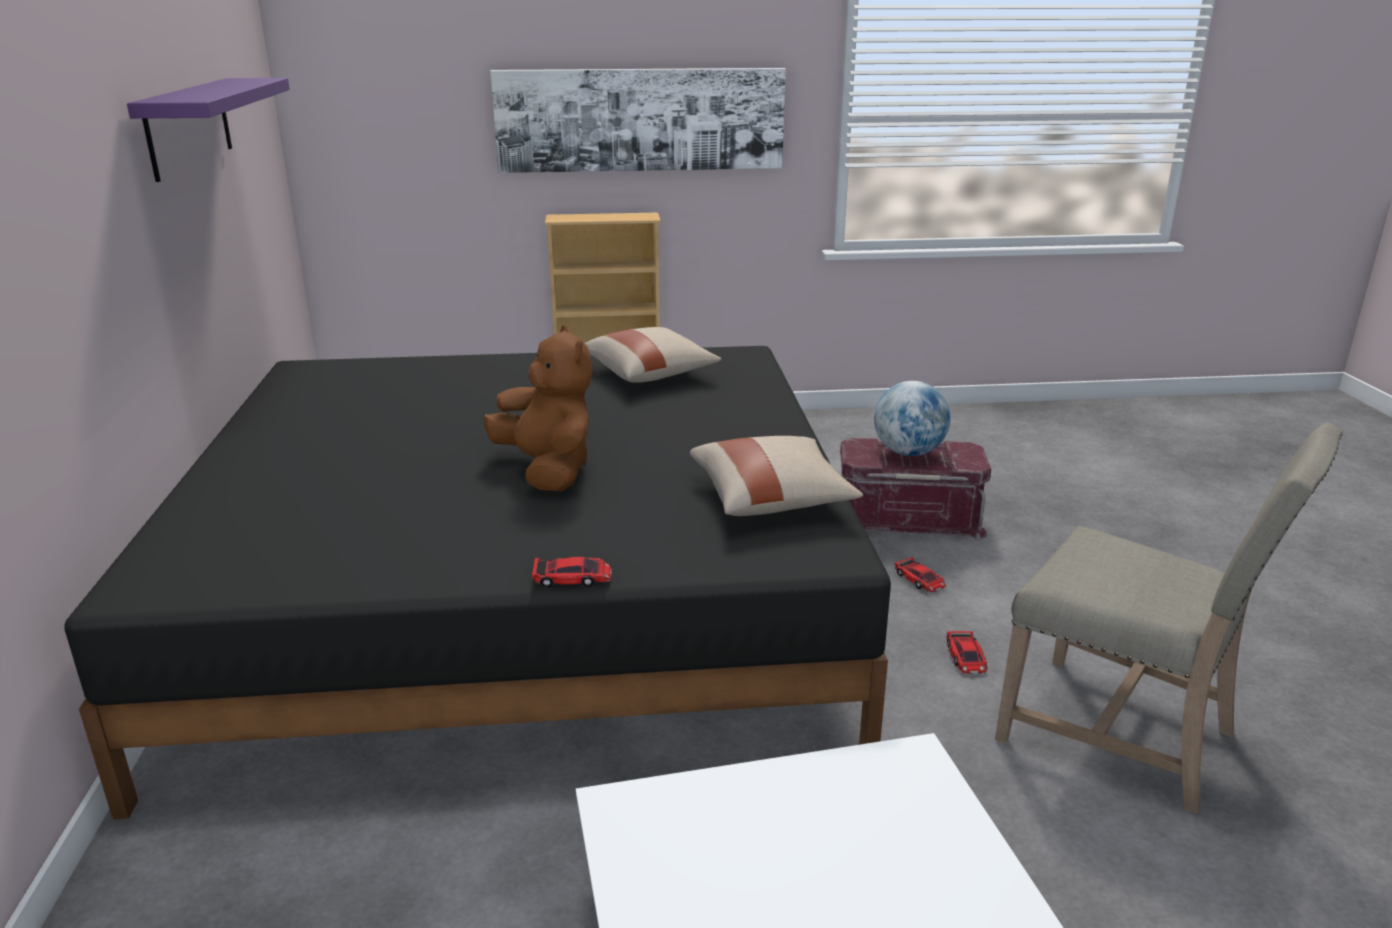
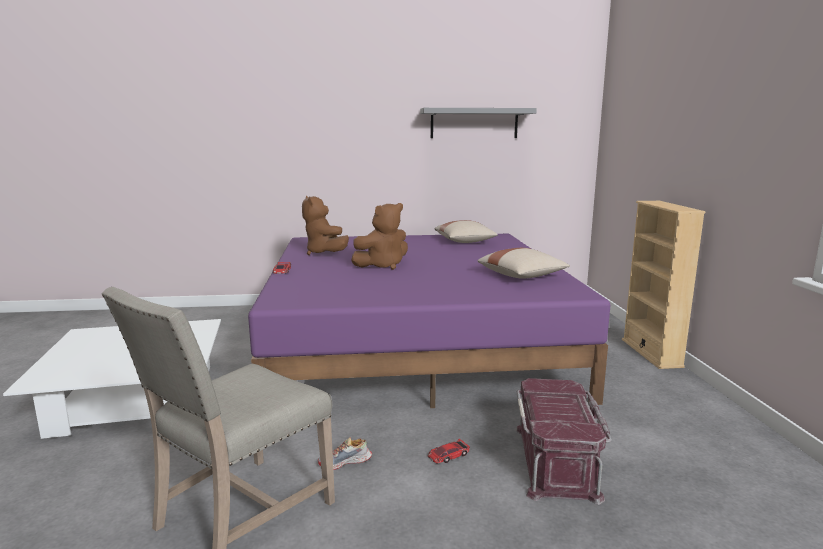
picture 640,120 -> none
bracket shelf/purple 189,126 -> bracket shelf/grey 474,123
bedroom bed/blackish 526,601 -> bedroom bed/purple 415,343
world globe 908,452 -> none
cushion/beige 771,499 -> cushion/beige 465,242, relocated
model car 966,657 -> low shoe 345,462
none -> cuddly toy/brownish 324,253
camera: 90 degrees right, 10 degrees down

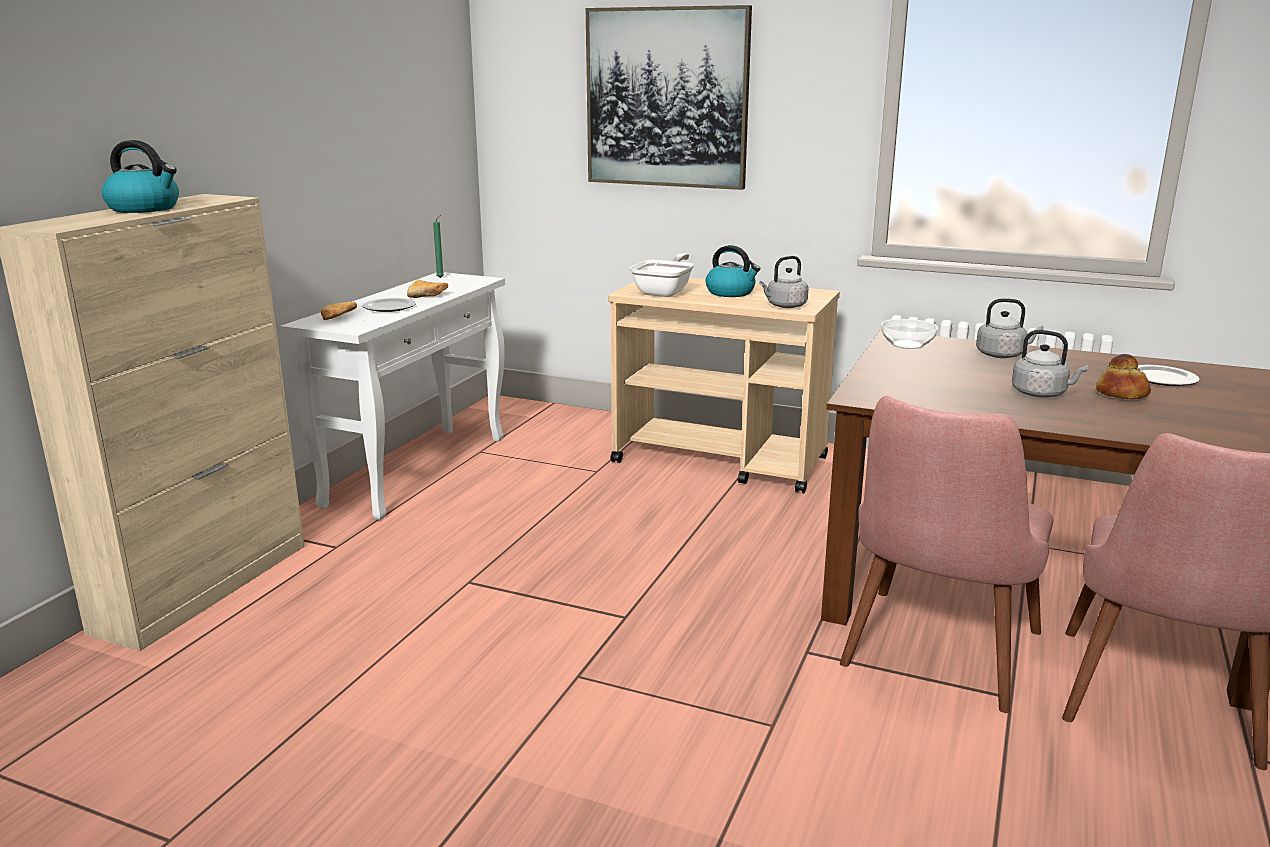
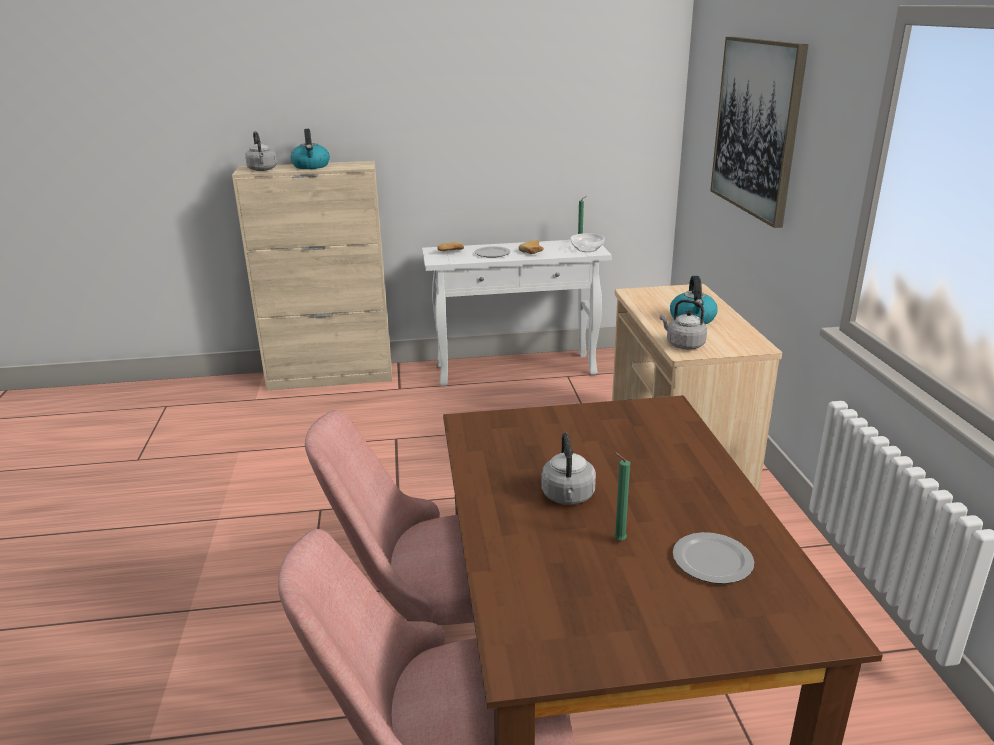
skillet 665,292 -> none
kettle/grey 1002,355 -> kettle/grey 262,170, relocated
deep dish 906,345 -> deep dish 587,249, relocated
bread 1121,394 -> candle/green-coloured 617,540
camera: 60 degrees right, 5 degrees up

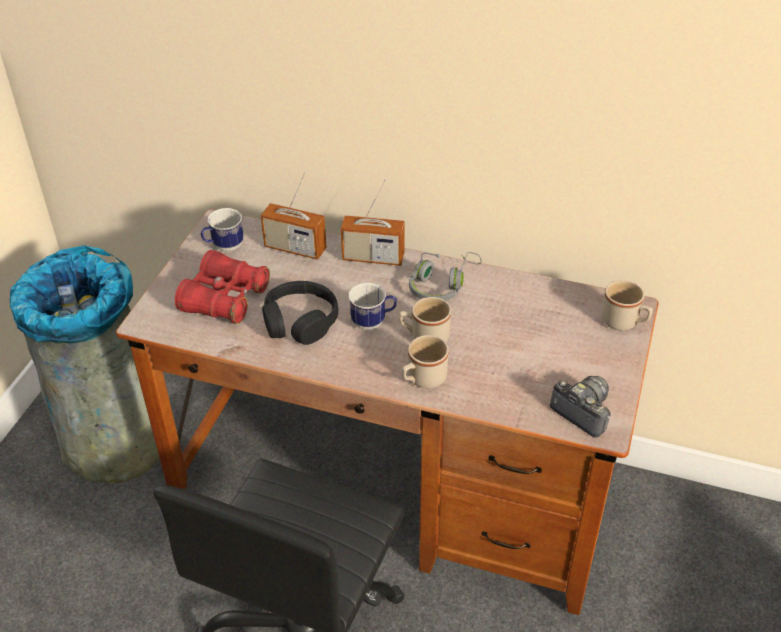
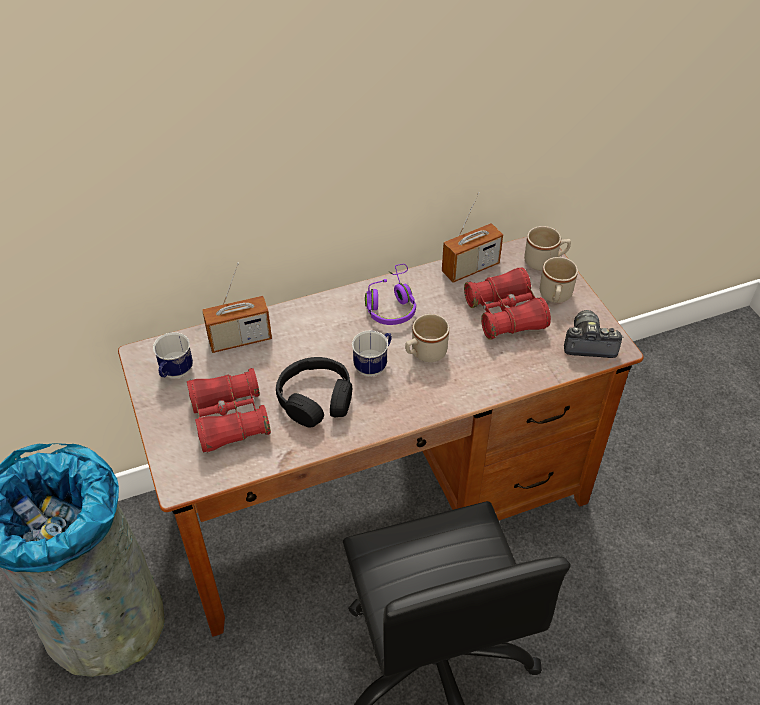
radio receiver 373,257 -> radio receiver 470,268, relocated
pair of headphones/grey 442,284 -> pair of headphones/purple 391,304
mug/beige 422,380 -> mug/beige 555,297, relocated
none -> pair of binoculars/red 505,314
camera: 40 degrees left, 5 degrees up

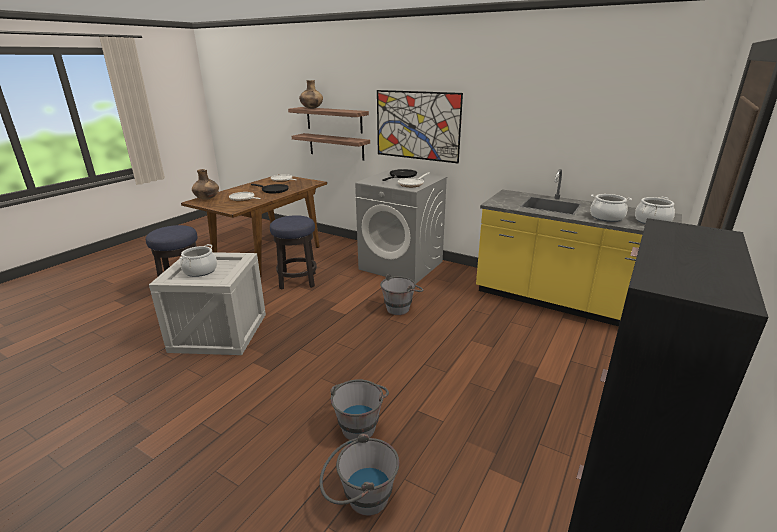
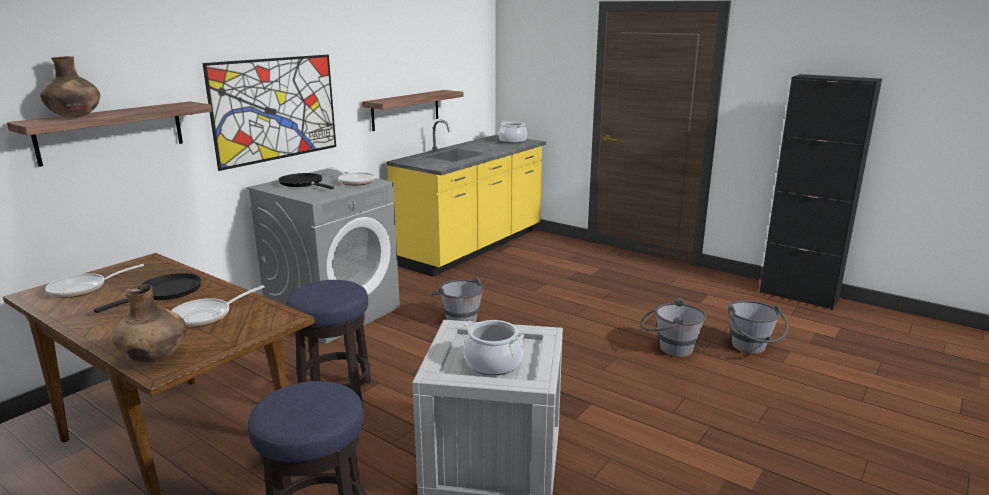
bracket shelf 336,146 -> bracket shelf 406,110, relocated
saucepot 606,217 -> none
camera: 85 degrees left, 5 degrees down

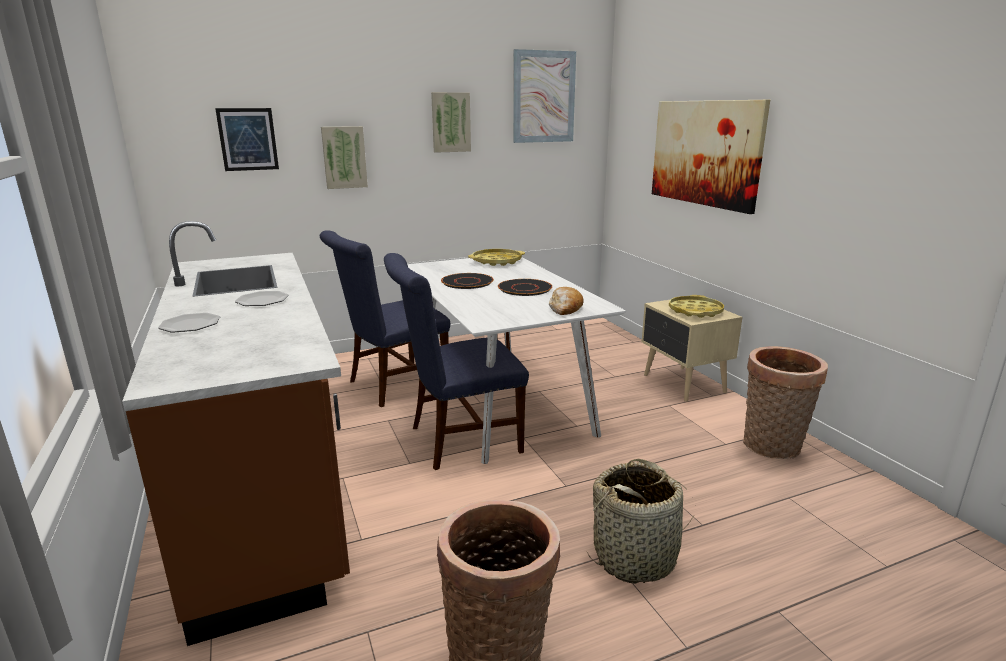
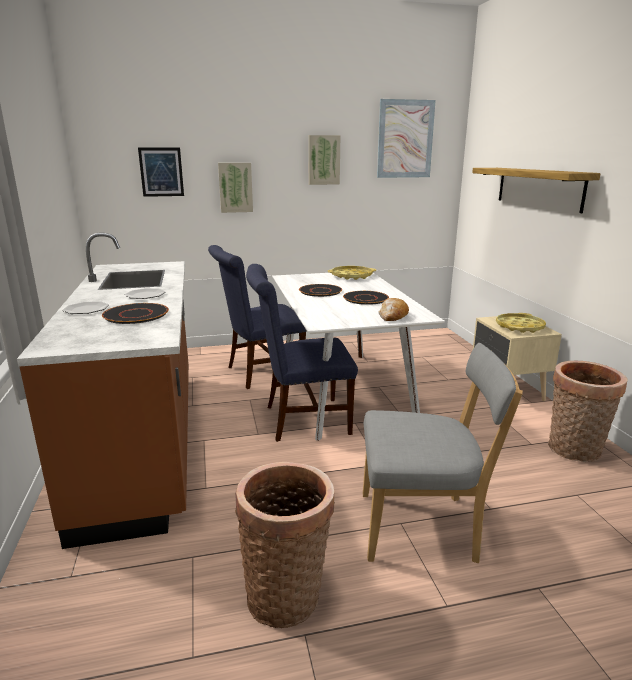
picture 705,153 -> bracket shelf 538,188
storage basket 635,557 -> chair/grey 423,527
none -> dinner plate/blackish 136,315
camera: 10 degrees right, 0 degrees up

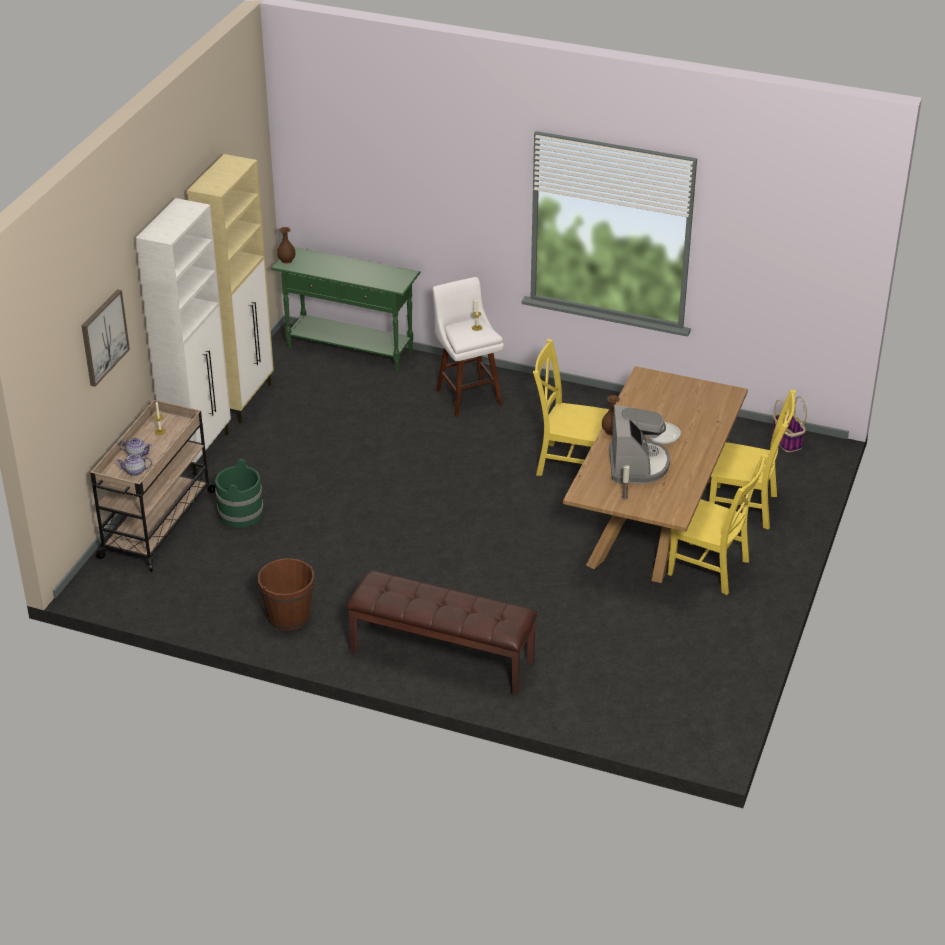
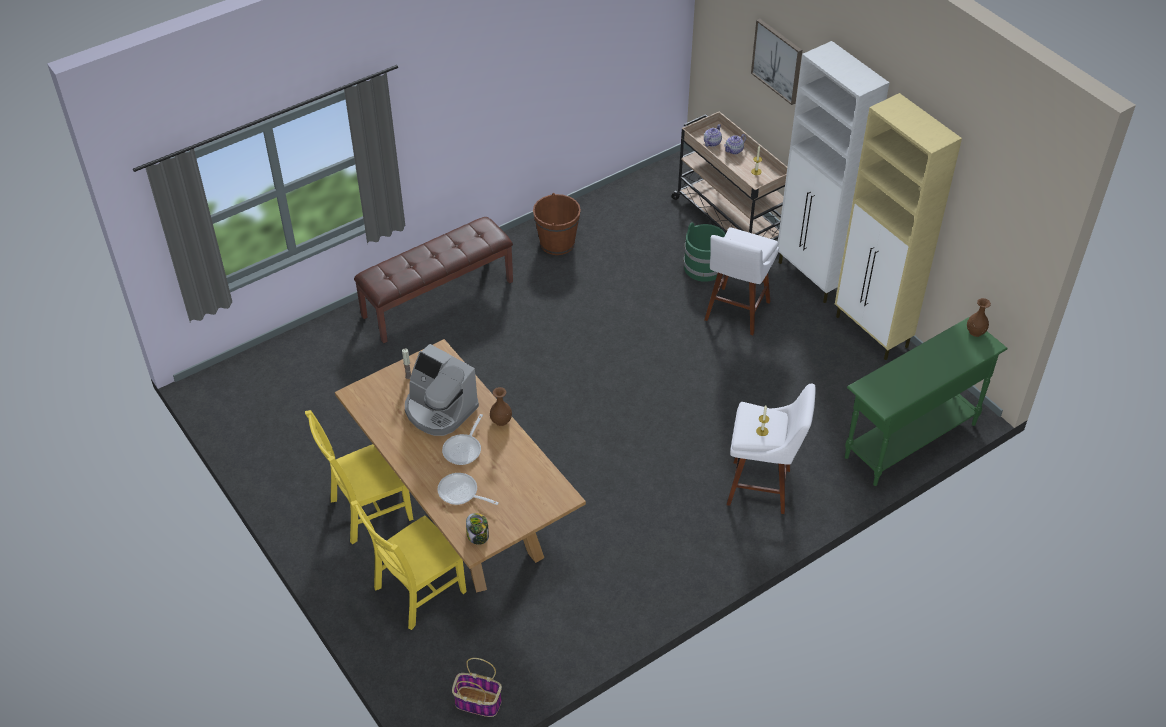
chair/yellowish 568,463 -> none
none -> stool/white-coloured 736,313
none -> skillet 461,493
none -> jar 478,536
camera: 125 degrees right, 10 degrees up

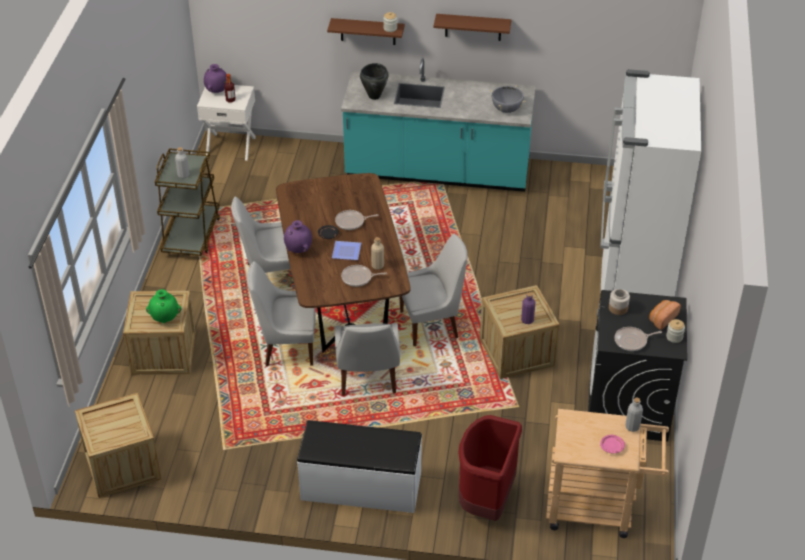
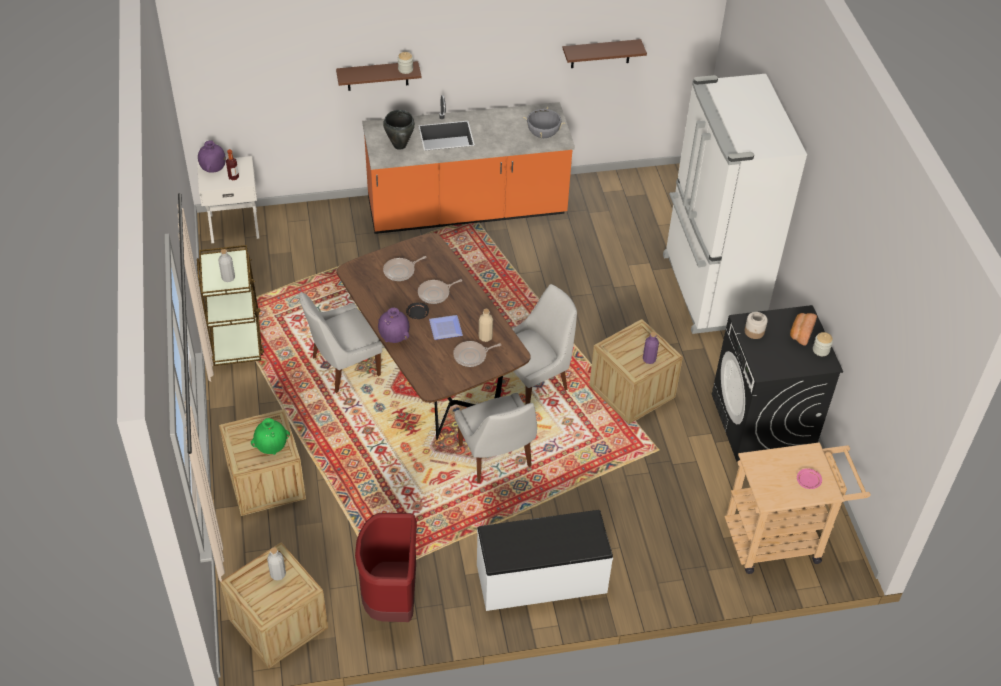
bracket shelf/brownish 473,27 -> bracket shelf/brownish 600,53, relocated
counter/turquoise-coloured 437,172 -> counter/orange 467,210
chair/white-coloured 287,347 -> none
skillet 632,341 -> skillet 401,271, relocated
drink bottle/grey 632,427 -> drink bottle/grey 278,574, relocated
trash can/red 486,500 -> trash can/red 391,599, relocated
camera: 20 degrees left, 5 degrees up

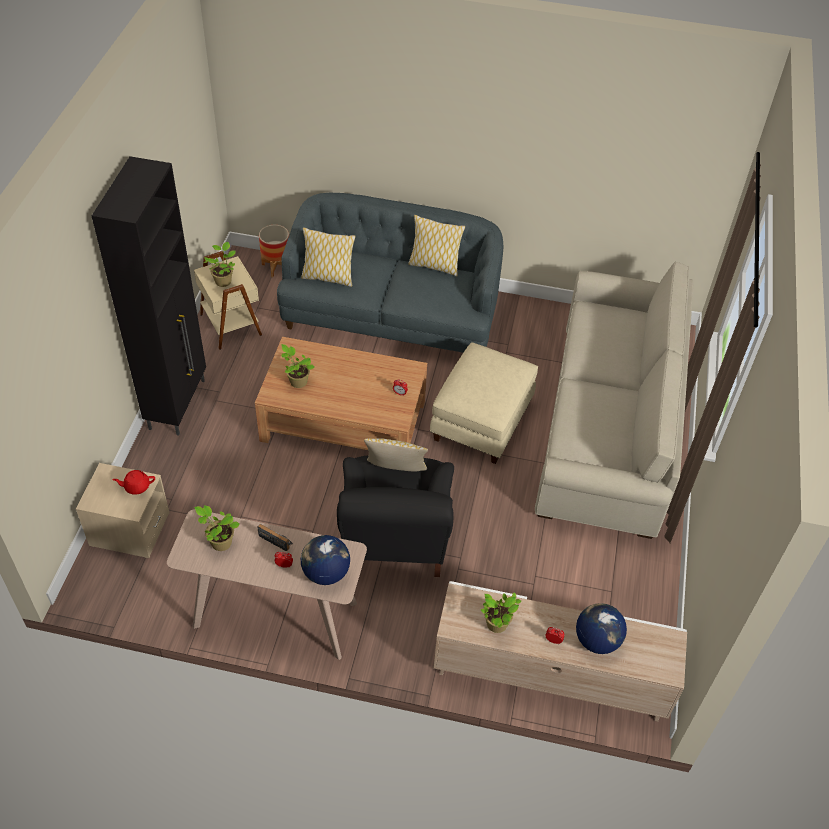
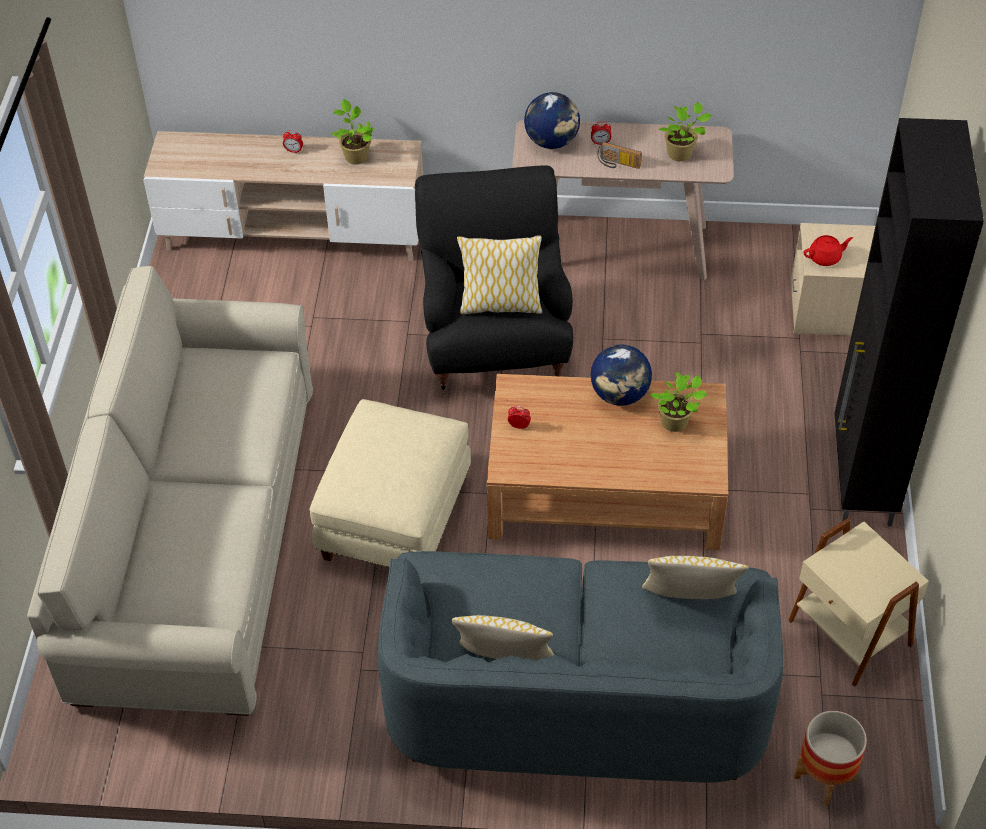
houseplant 223,280 -> none
world globe 597,640 -> world globe 620,395, relocated
camera: 175 degrees right, 0 degrees up

